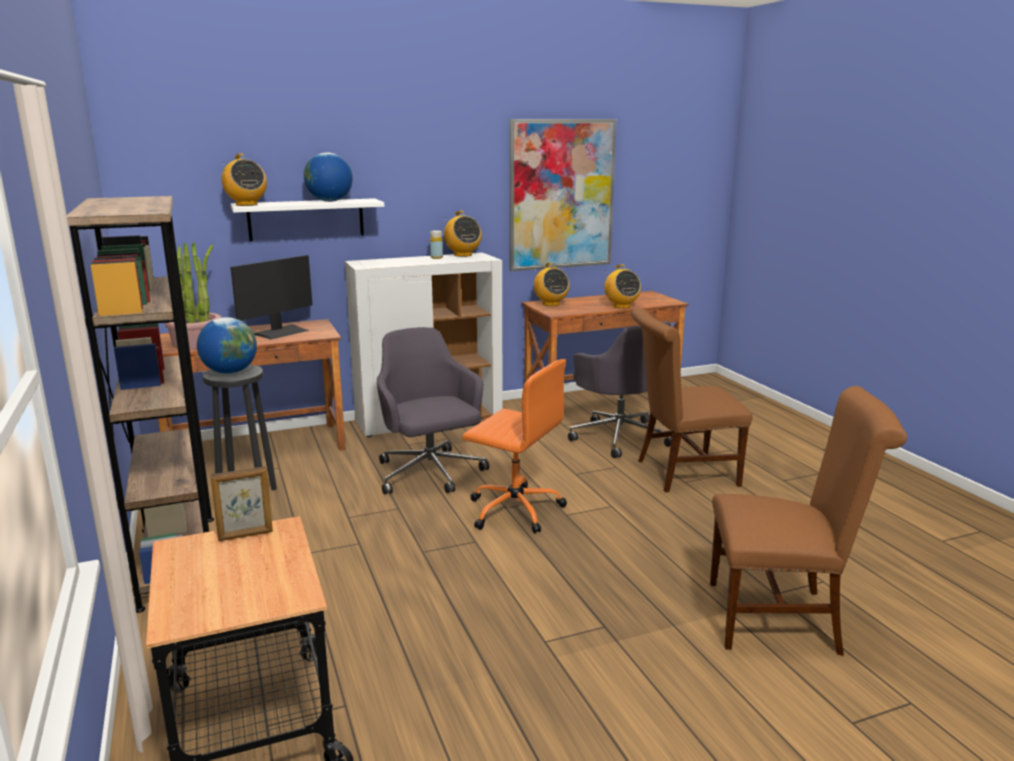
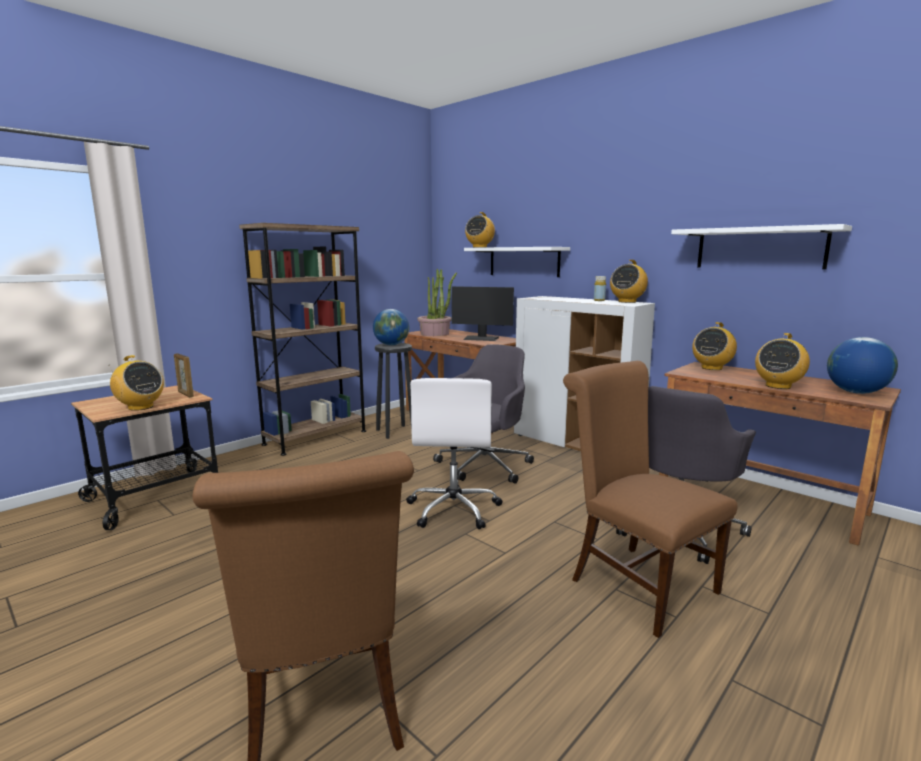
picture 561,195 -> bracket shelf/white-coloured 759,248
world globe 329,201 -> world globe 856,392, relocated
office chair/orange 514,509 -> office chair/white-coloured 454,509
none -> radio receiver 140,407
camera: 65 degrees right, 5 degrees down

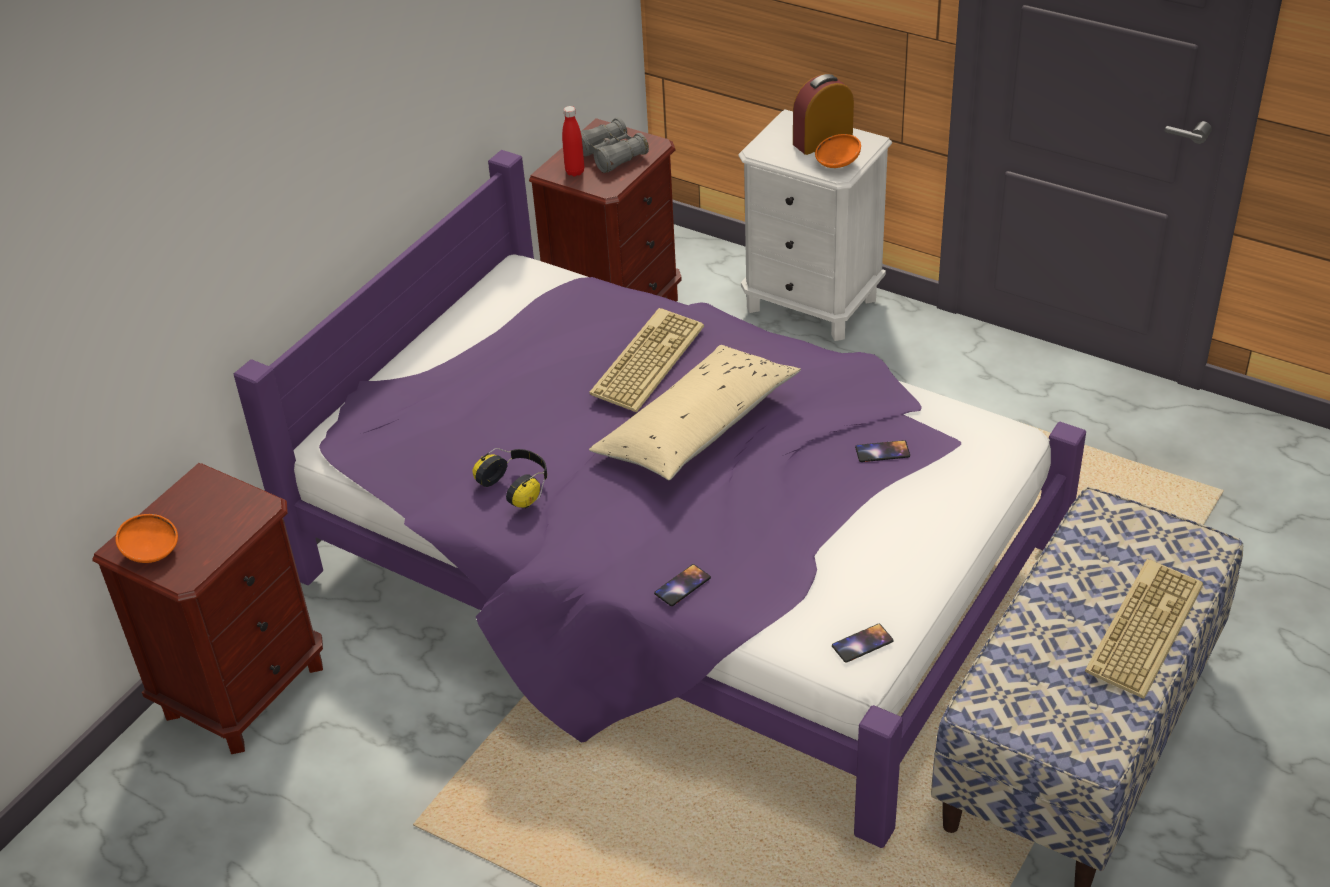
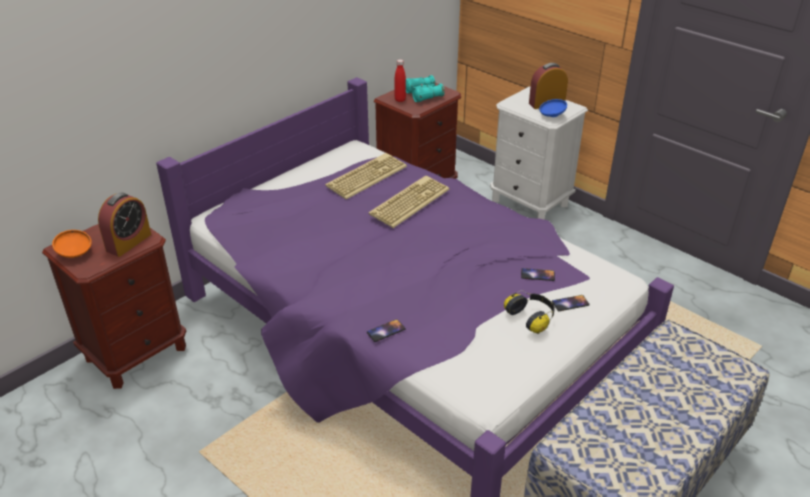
pair of binoculars/grey 611,155 -> pair of binoculars/turquoise-coloured 423,95
deep dish/orange 837,164 -> deep dish/bluish 551,116
cushion/beige 697,428 -> none
pair of headphones 517,486 -> pair of headphones 531,318, relocated
PC keyboard 1142,627 -> PC keyboard 366,176, relocated
phone 862,643 -> phone 570,303, relocated
none -> alarm clock 129,242
camera: 10 degrees right, 5 degrees down

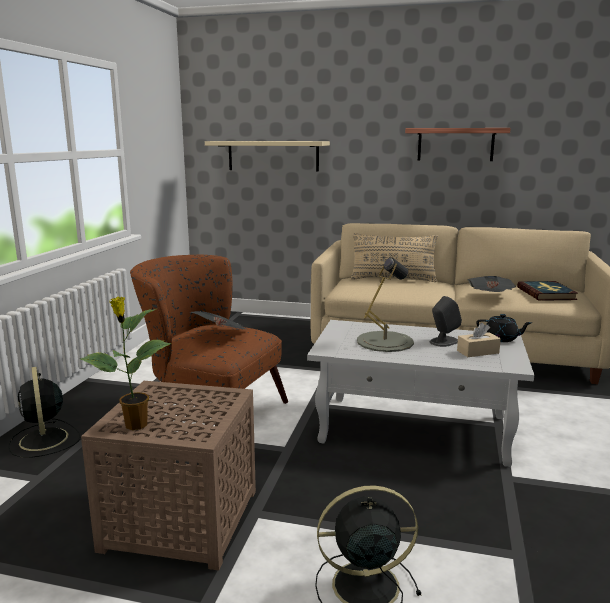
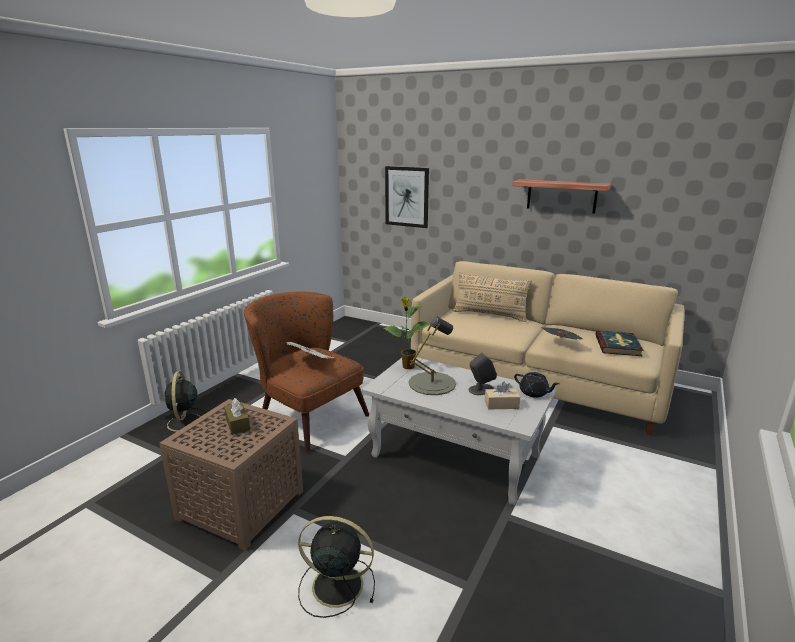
bracket shelf/beige 273,156 -> picture 407,197
houseplant 135,425 -> houseplant 407,367, relocated
none -> tissue holder/brownish 237,424
camera: 15 degrees right, 5 degrees up

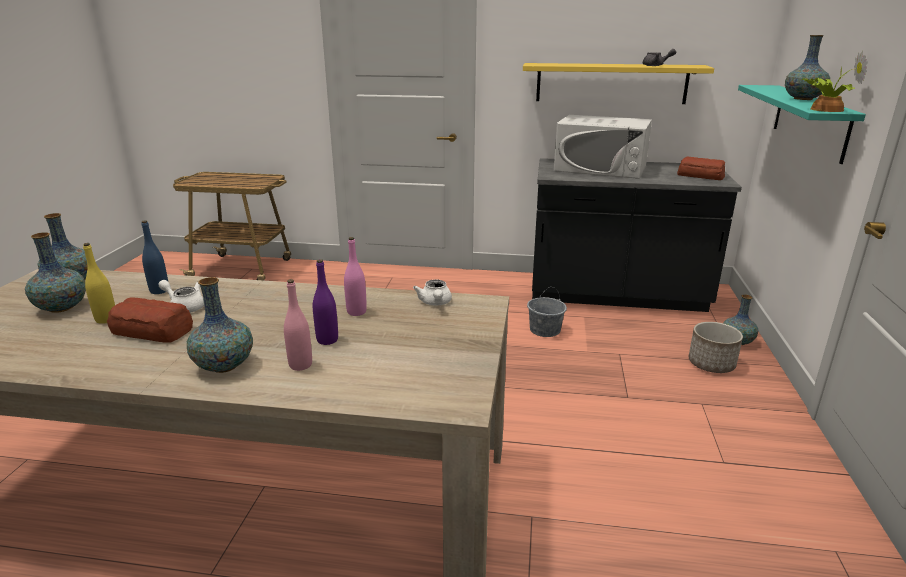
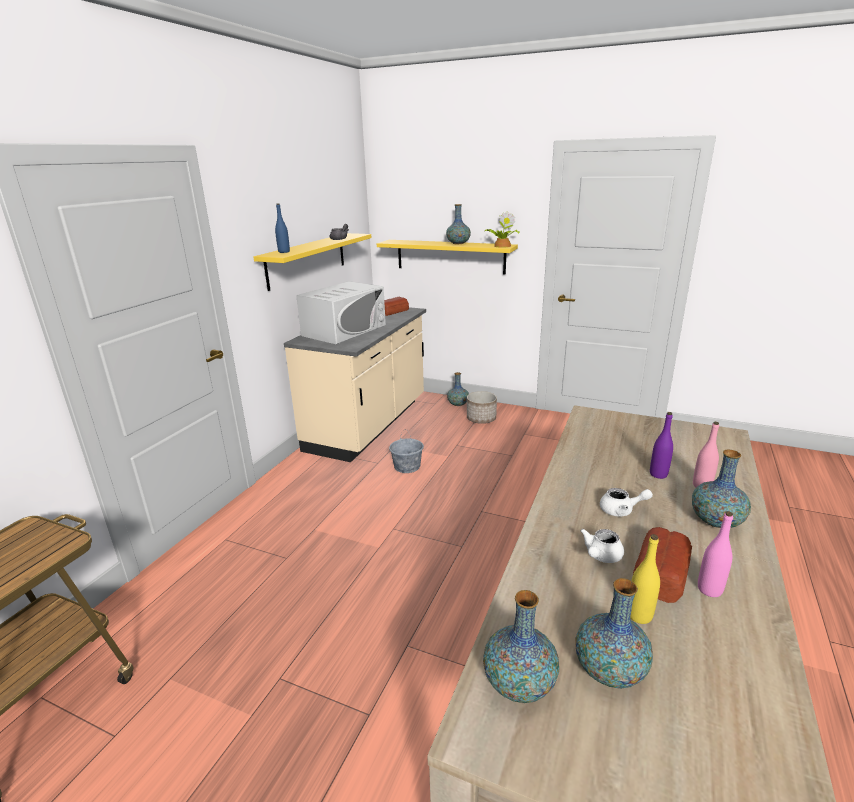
bracket shelf/turquoise-coloured 809,121 -> bracket shelf/yellowish 450,256
counter/blackish 616,296 -> counter/beige 368,425
drink bottle/bluish 159,291 -> drink bottle/bluish 284,252, relocated
drink bottle/pink 356,312 -> drink bottle/pink 709,589, relocated
teapot/white-coloured 435,303 -> teapot/white-coloured 621,510, relocated
camera: 75 degrees left, 0 degrees up

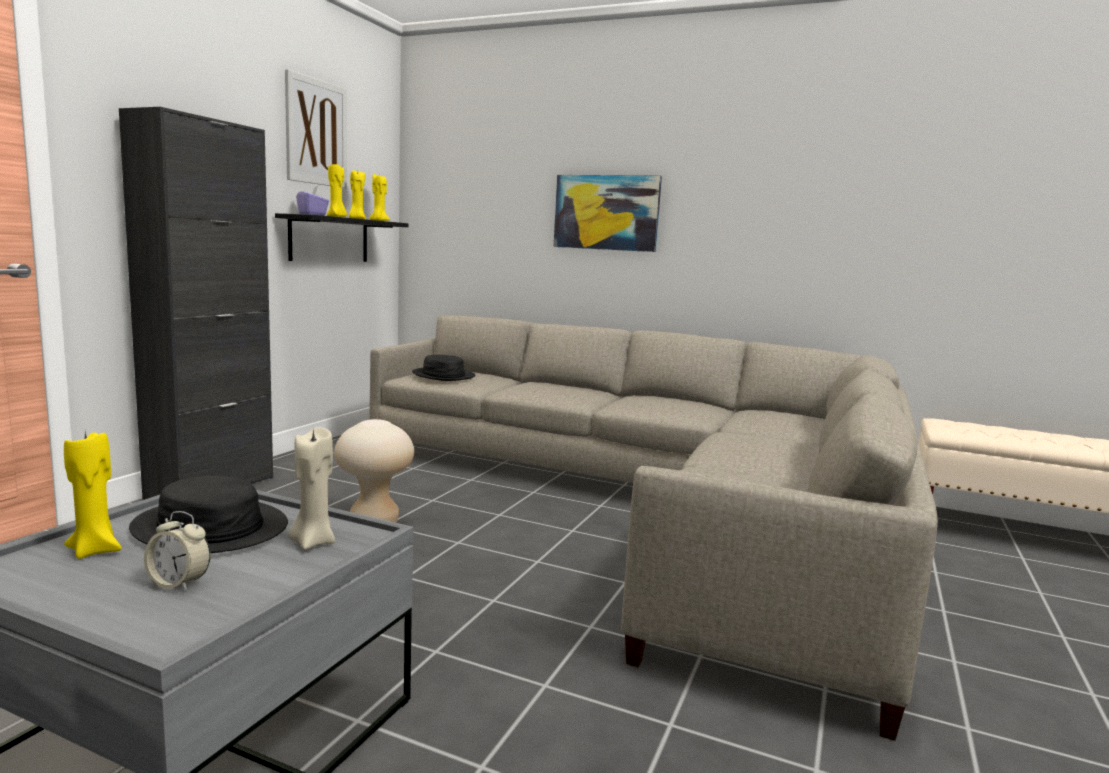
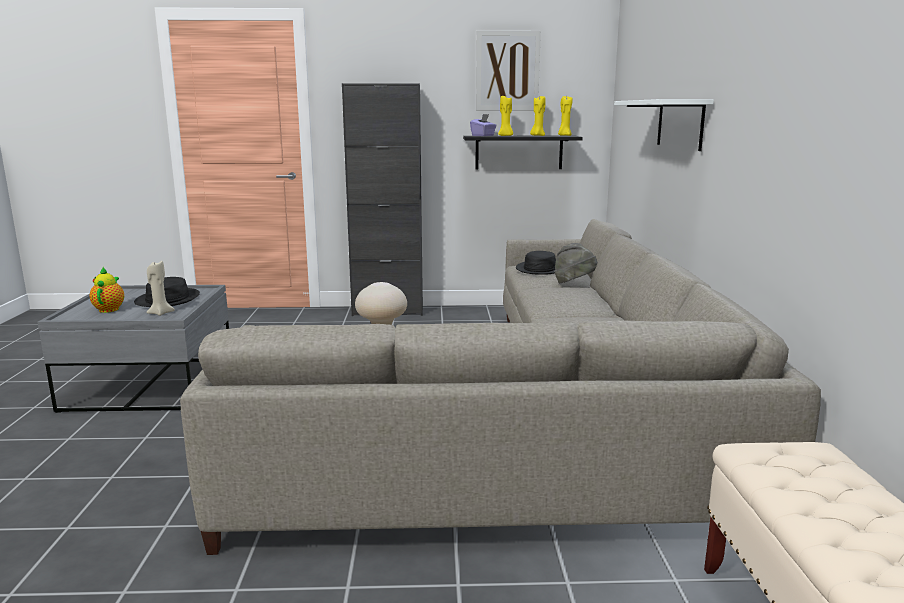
picture 606,212 -> bracket shelf/white-coloured 680,124
candle/yellowish 95,550 -> none
alarm clock 179,583 -> teapot 110,309
none -> hat/grey 574,284
camera: 65 degrees right, 5 degrees up

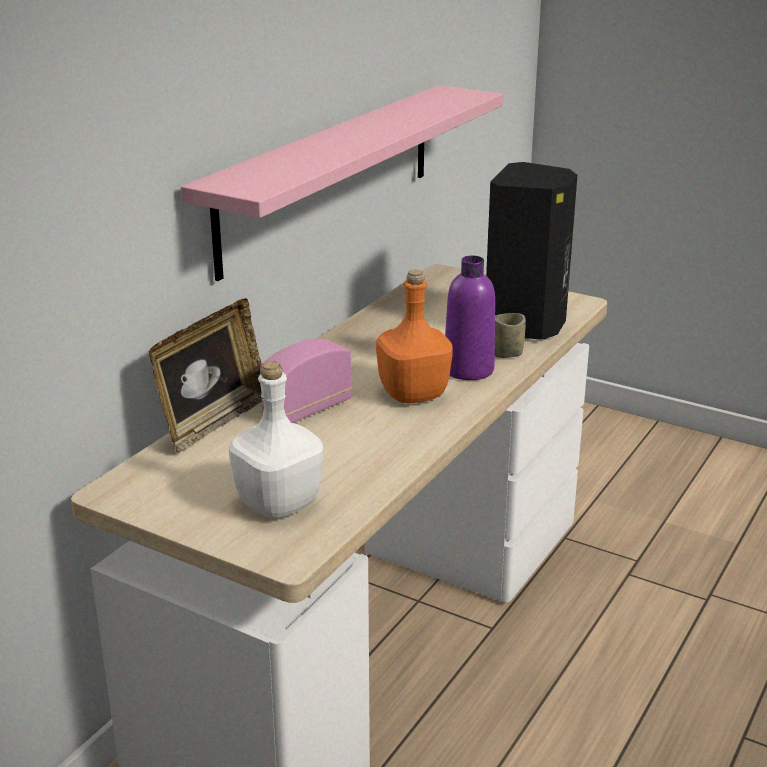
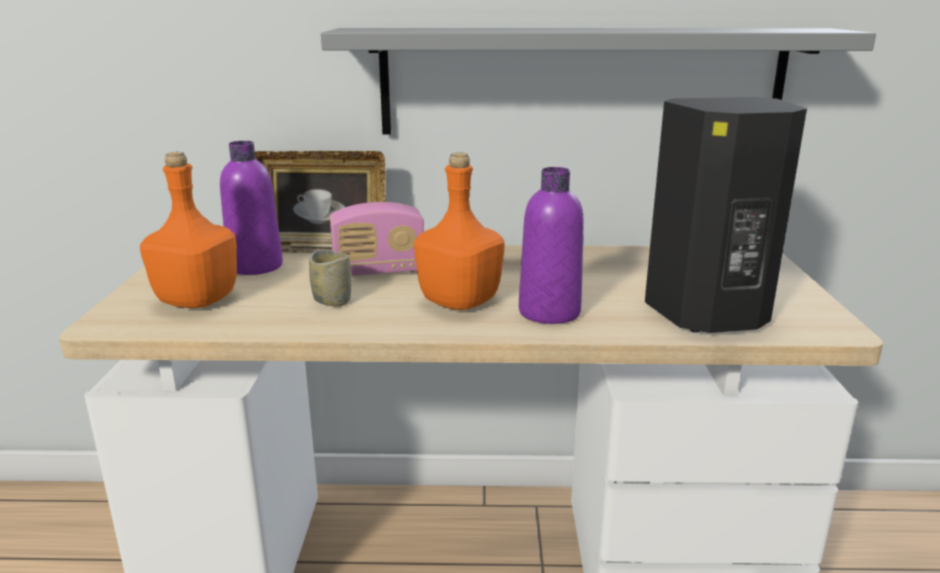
bracket shelf/pink 329,175 -> bracket shelf/grey 580,82
cup 507,354 -> cup 332,301, relocated
radio receiver 307,409 -> radio receiver 379,271, 150 degrees clockwise
drink bottle/white-coloured 277,503 -> drink bottle/orange 198,299
none -> drink bottle/purple 255,266
camera: 60 degrees right, 5 degrees down

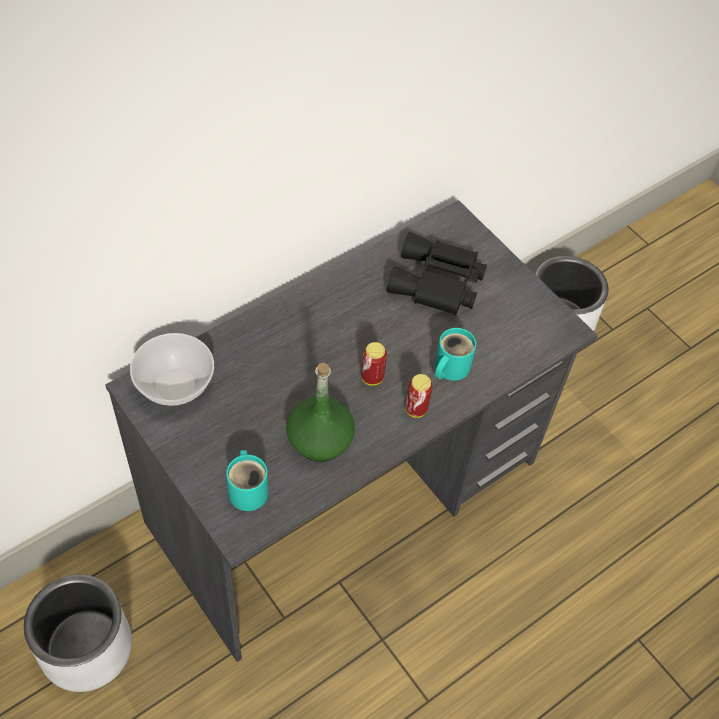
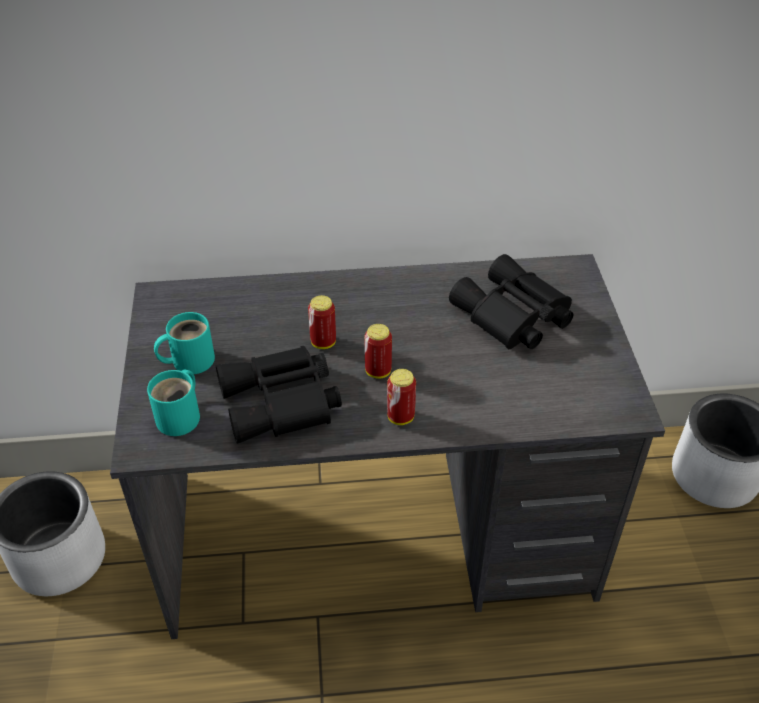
mug/turquoise-coloured 449,367 -> mug/turquoise-coloured 189,360, relocated
deep dish 177,386 -> none
drink bottle/green-coloured 320,440 -> pair of binoculars/blackish 282,403
none -> sealed can 323,343
camera: 35 degrees right, 10 degrees down

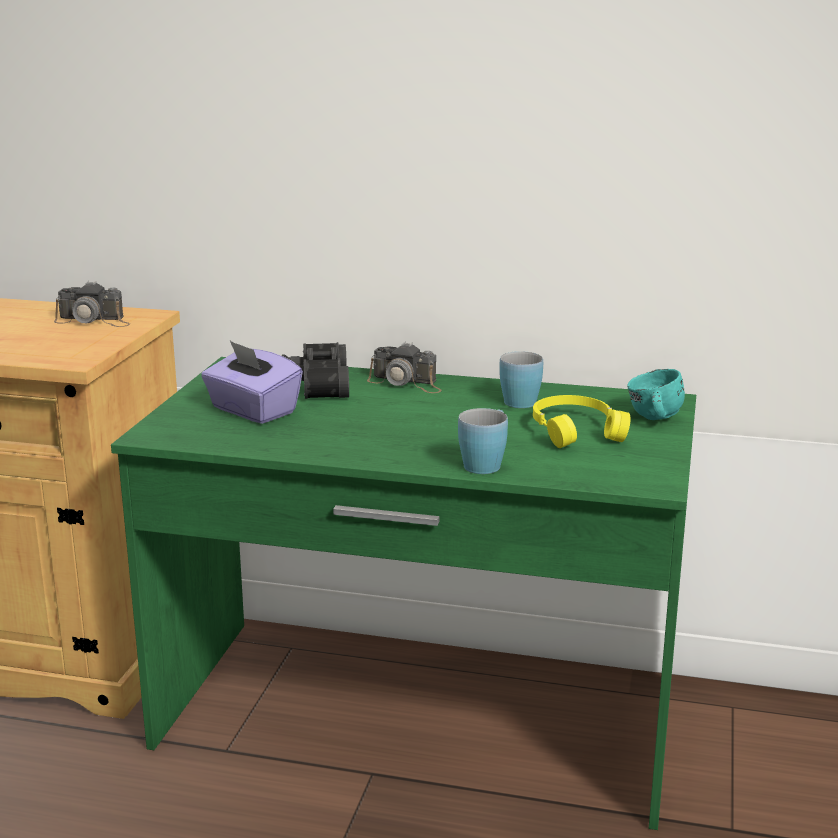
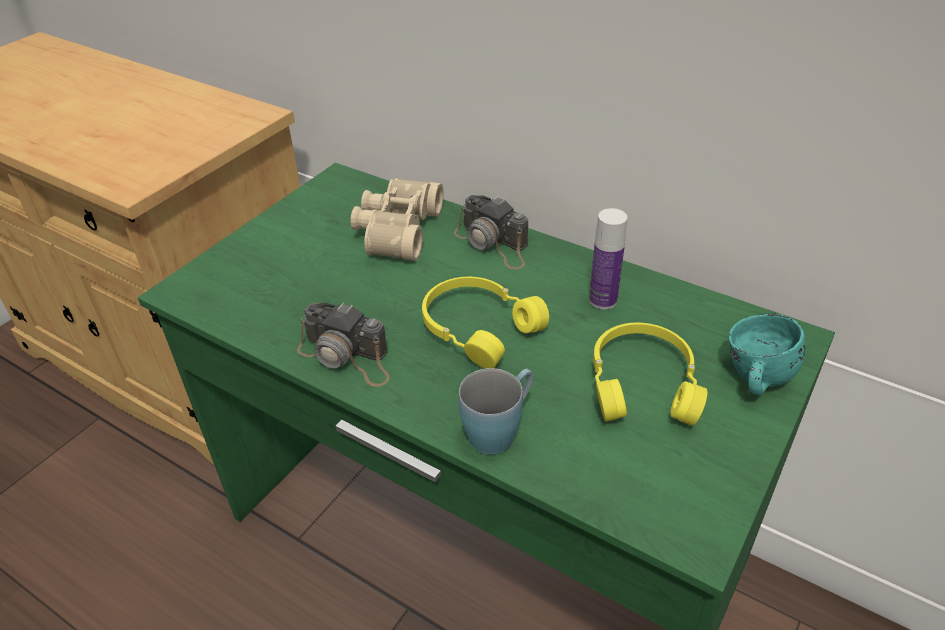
photo camera 94,321 -> photo camera 347,356, relocated
tissue holder/purple 252,411 -> none
pair of binoculars/blackish 315,385 -> pair of binoculars/beige 395,230
mug/bluish 517,399 -> drink bottle 603,300
none -> pair of headphones/yellowish 478,327
camera: 20 degrees right, 20 degrees up

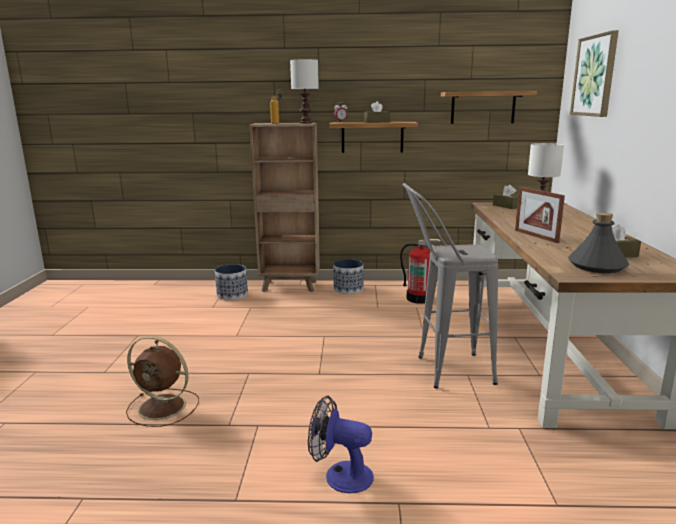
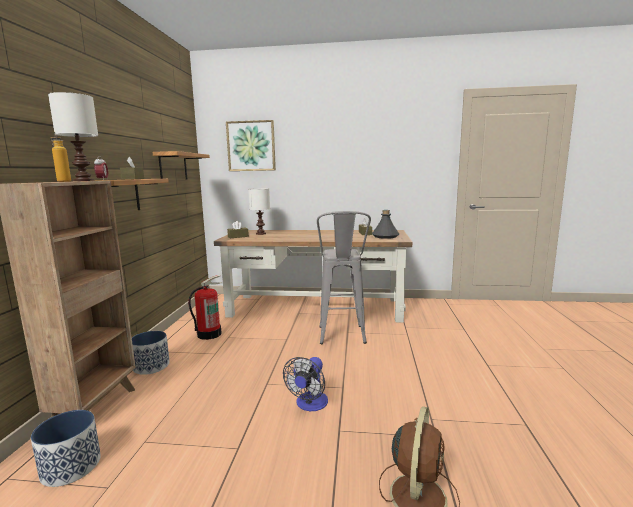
picture frame 536,236 -> none
cooling fan 340,475 -> cooling fan 309,405, relocated
camera: 85 degrees left, 5 degrees down

